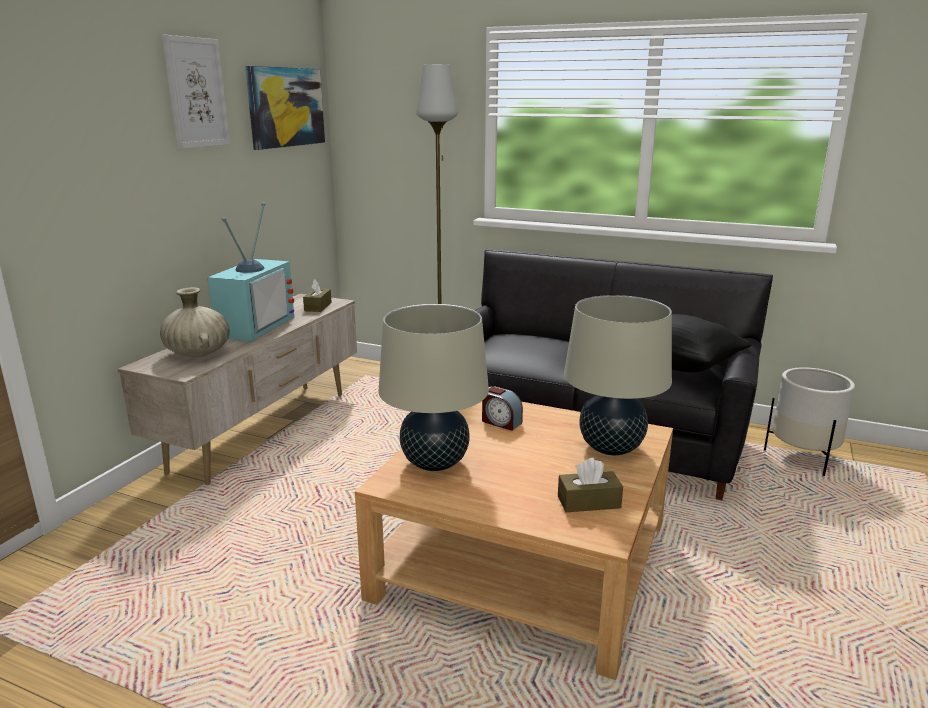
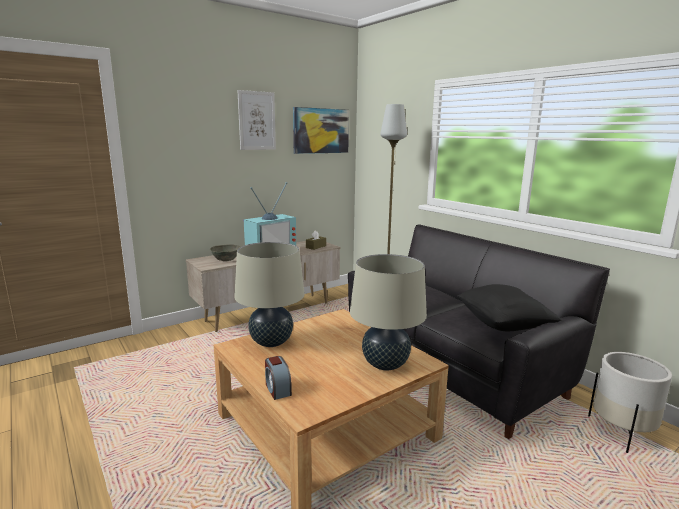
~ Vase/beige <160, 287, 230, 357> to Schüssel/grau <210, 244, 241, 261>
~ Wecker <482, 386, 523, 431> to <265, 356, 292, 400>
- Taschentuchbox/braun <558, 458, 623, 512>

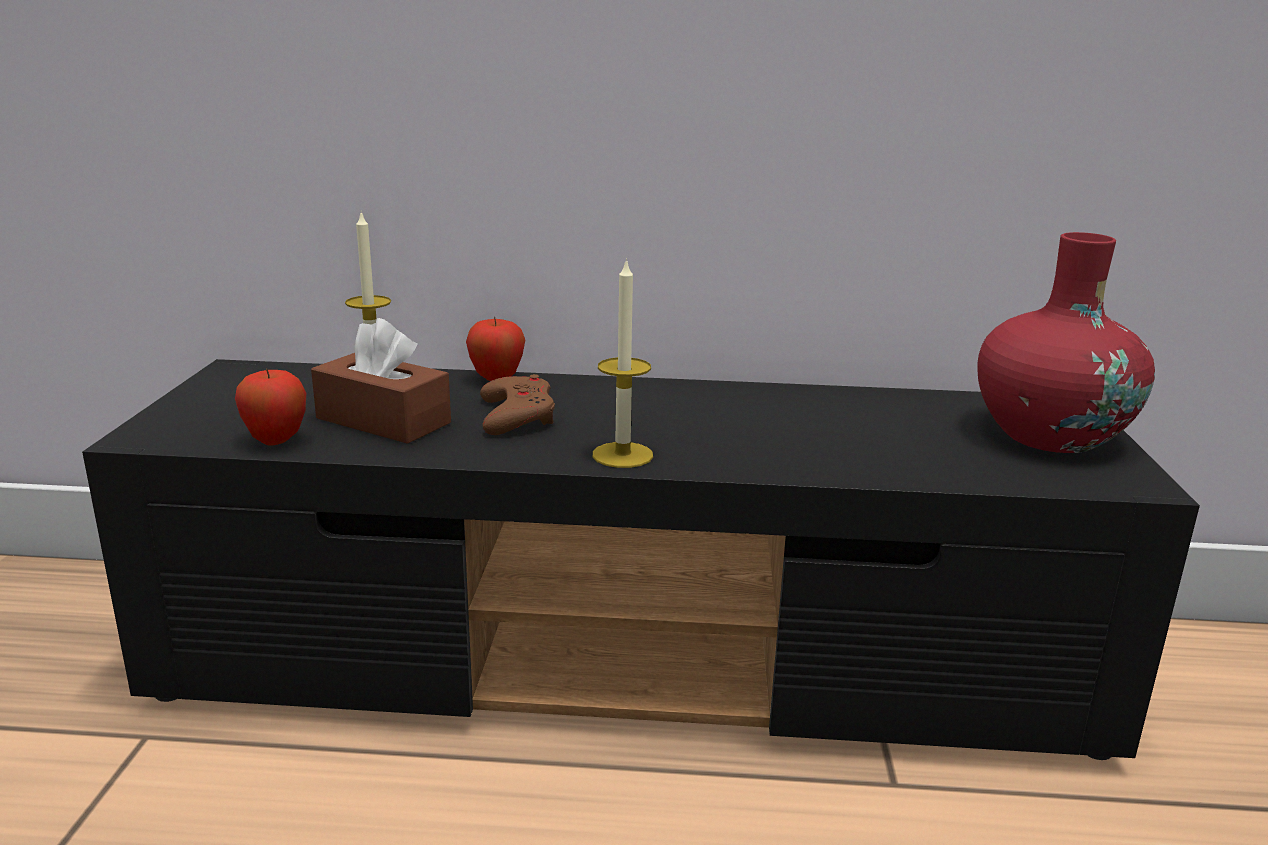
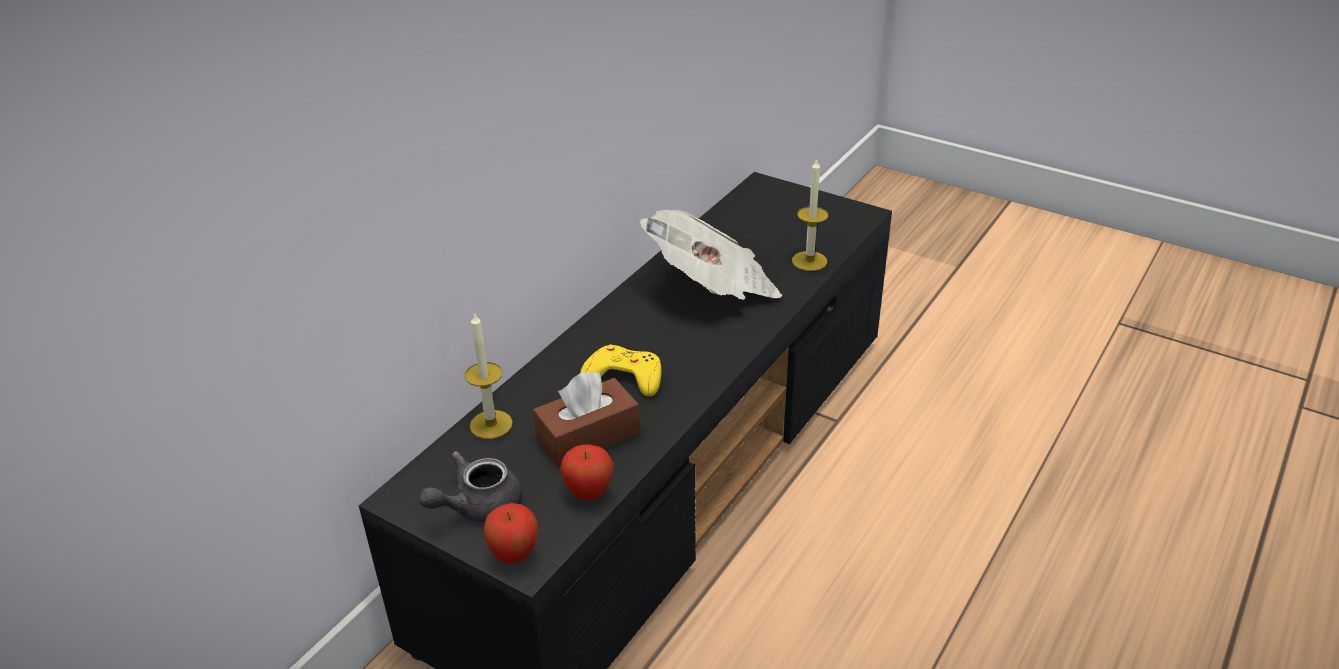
~ Apfel <466, 317, 525, 381> to <483, 503, 538, 564>
~ Gamepad/braun <480, 374, 555, 435> to Gamepad/gelb <580, 345, 661, 396>
~ Kerze <593, 258, 653, 468> to <792, 159, 828, 271>
- Vase/rot <977, 232, 1155, 453>
+ Teekanne/grau <420, 451, 522, 523>
+ Zeitung <640, 210, 782, 300>

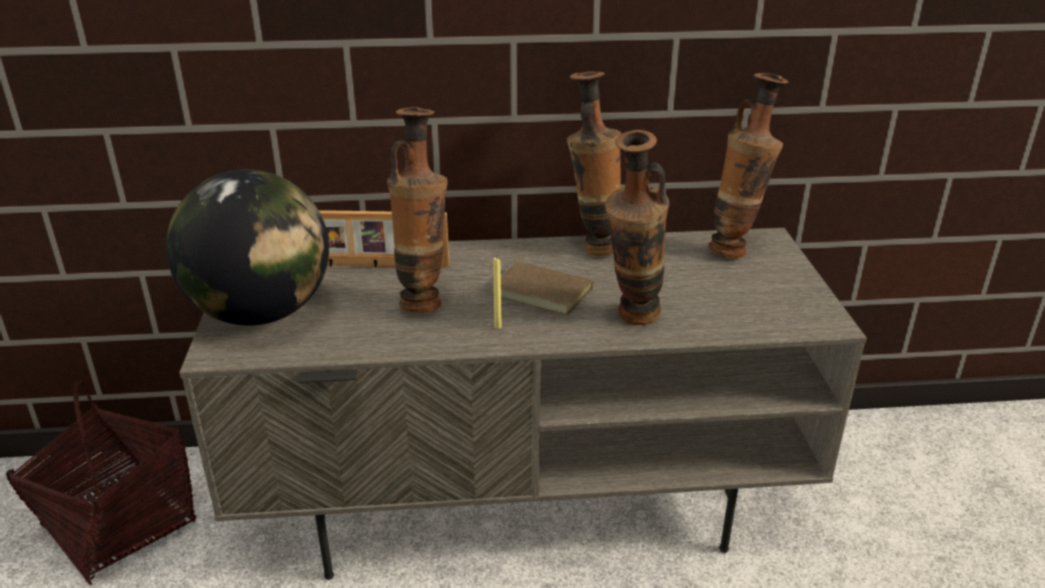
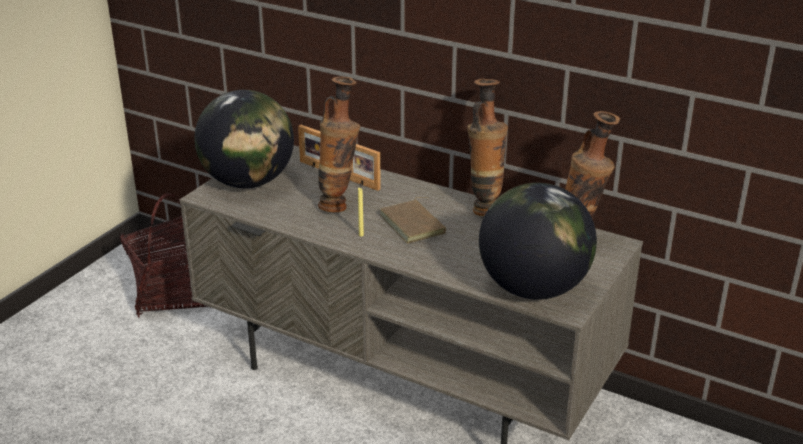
- Vase <605, 130, 669, 325>
+ Globus <479, 183, 597, 300>

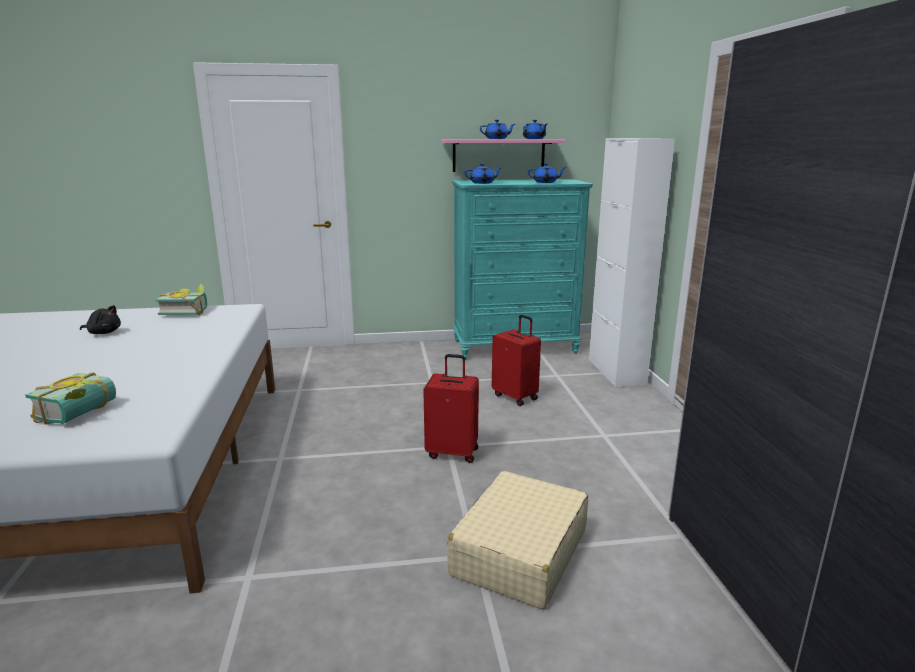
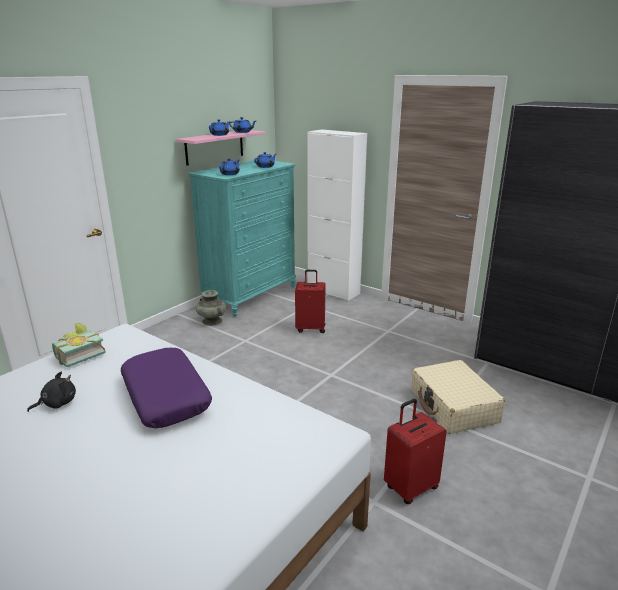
- Buch <25, 373, 116, 425>
~ Koffer/rot <423, 354, 479, 463> to <384, 399, 447, 504>
+ Kissen/lila <121, 348, 212, 428>
+ Vase/türkis <196, 290, 226, 326>

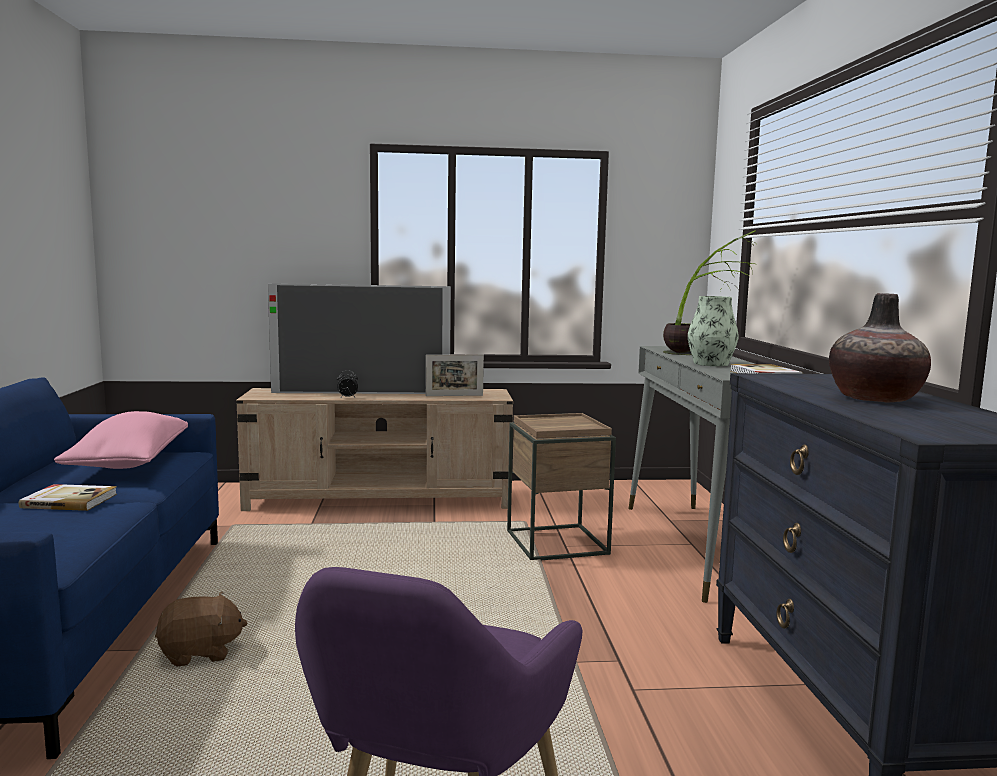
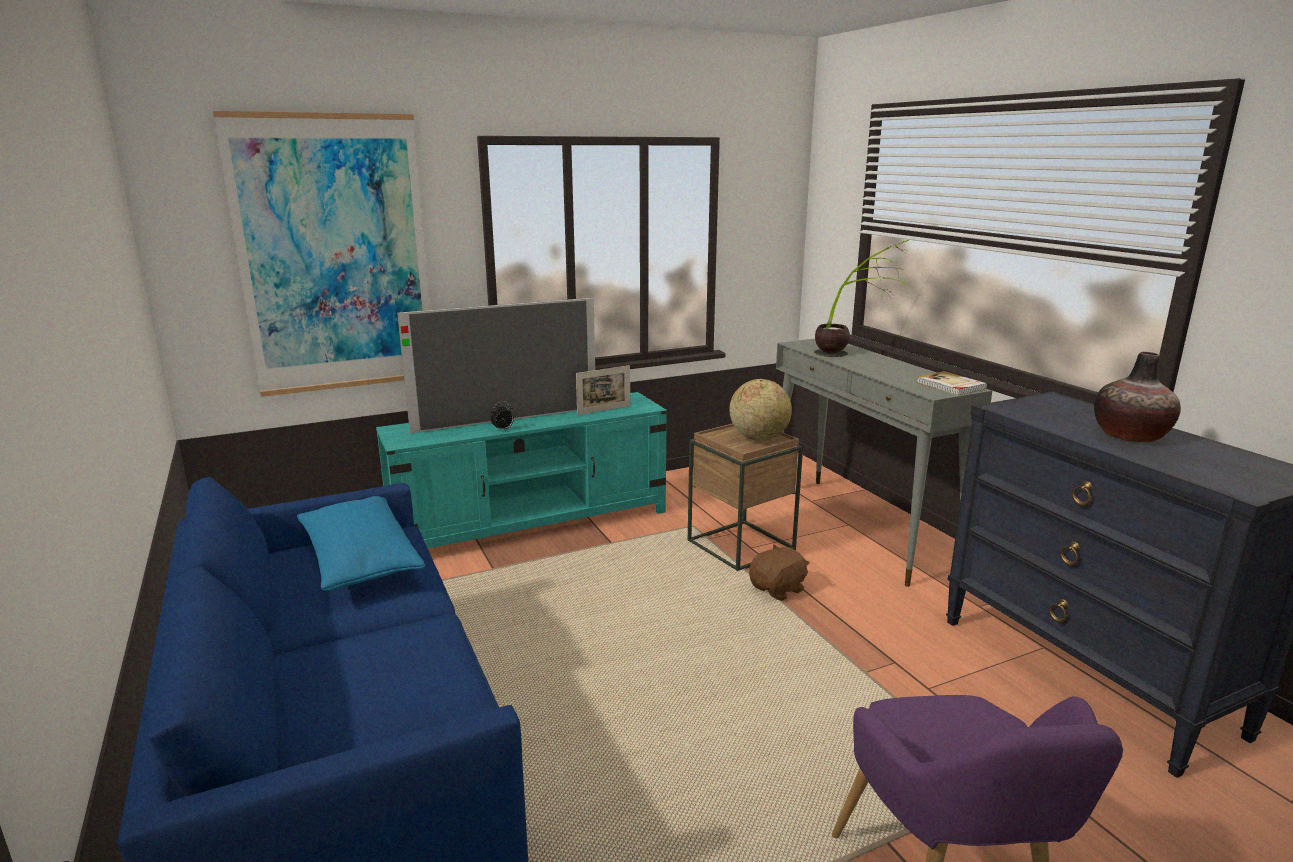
- Buch <19, 484, 117, 511>
~ Kissen/rosa <54, 411, 188, 469> to Kissen/blau <297, 496, 425, 591>
~ Plüschtier/braun <155, 592, 247, 666> to <749, 544, 810, 601>
~ Fernsehschrank/beige <236, 388, 513, 511> to Fernsehschrank/türkis <376, 392, 667, 548>
- Vase <688, 296, 739, 366>
+ Bild <213, 111, 430, 397>
+ Globus <729, 379, 792, 441>

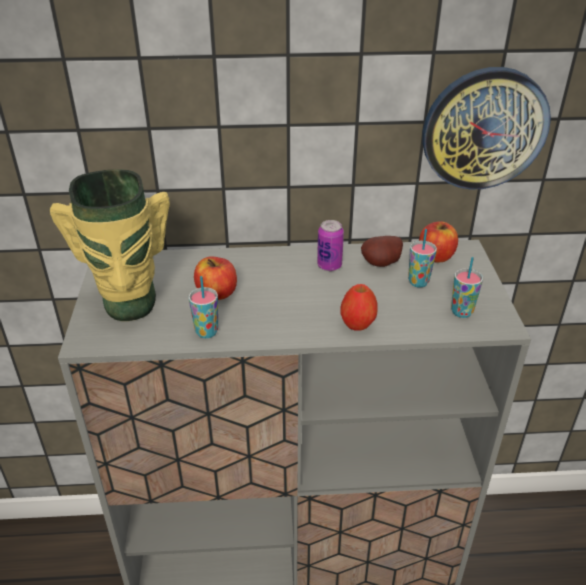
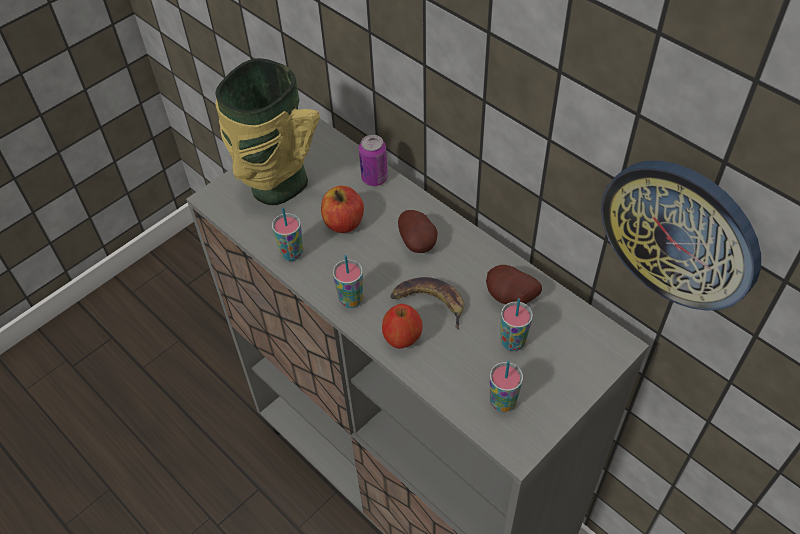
~ Dose <317, 220, 344, 271> to <359, 135, 388, 186>
- Apfel <419, 221, 458, 263>
+ Tasse <333, 255, 363, 308>
+ Banane <390, 277, 464, 330>
+ Kartoffel <398, 210, 437, 253>

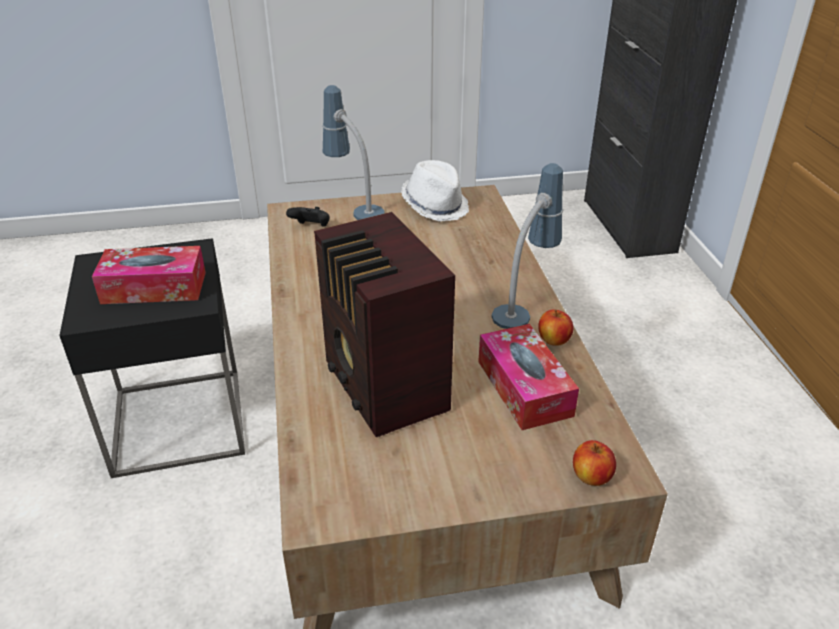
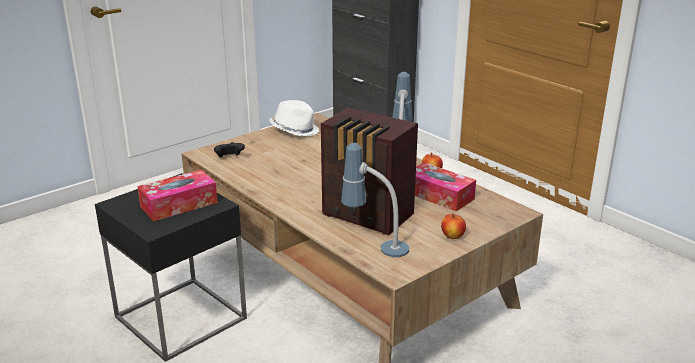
~ Tischlampe <322, 85, 384, 220> to <341, 143, 409, 257>
~ Apfel <573, 440, 616, 486> to <441, 213, 466, 239>

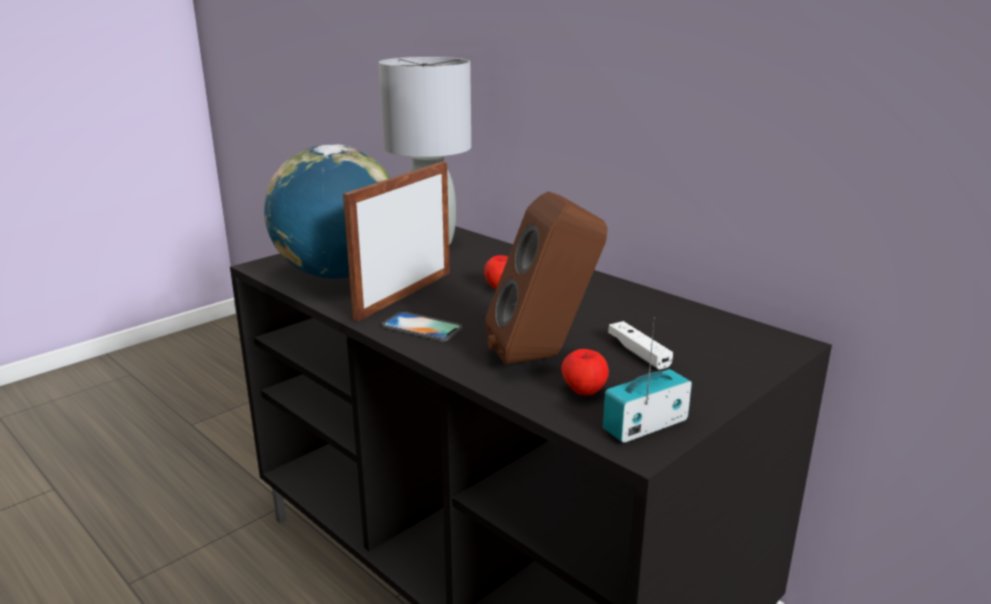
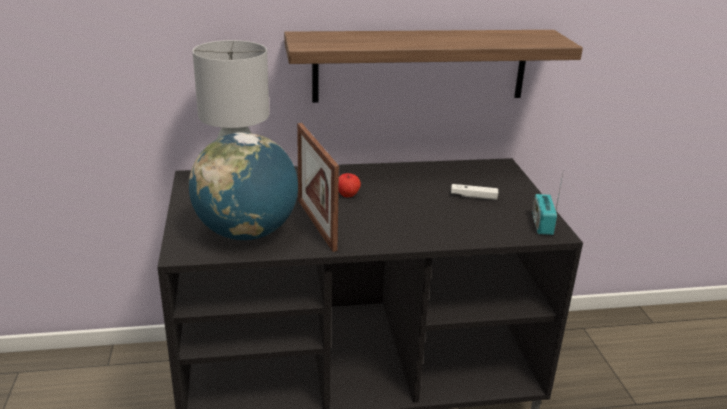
- Handy <382, 312, 462, 342>
- Lautsprecher/braun <485, 191, 607, 365>
- Apfel <561, 349, 609, 395>
+ Wandregal <284, 30, 583, 103>

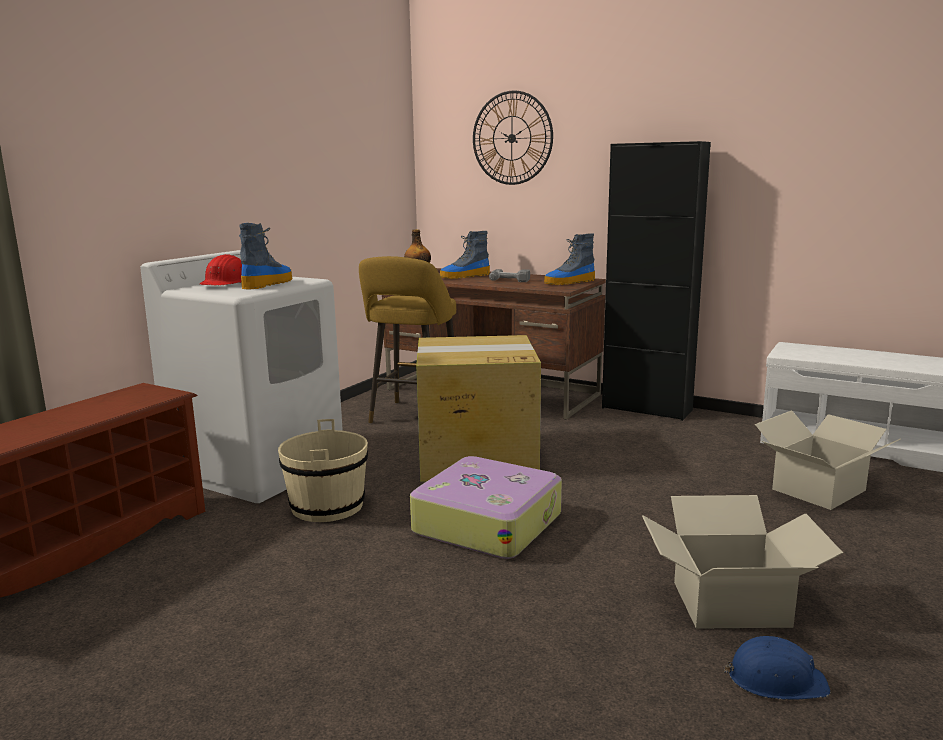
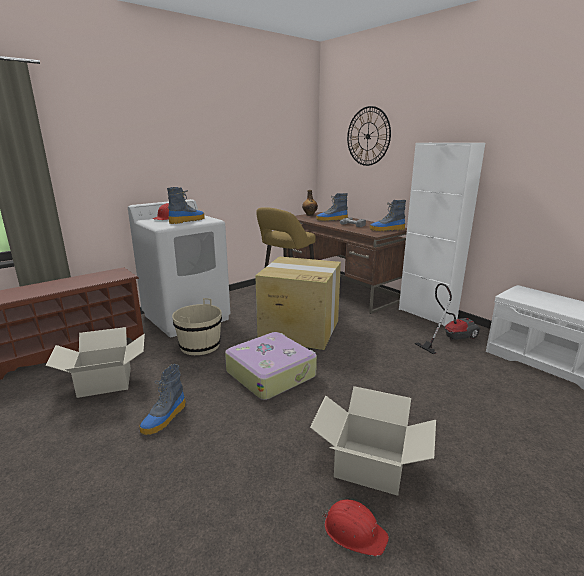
~ Schrank/schwarz <602, 141, 711, 421> to Schrank/weiß <399, 143, 485, 326>
~ Schutzhelm/blau <724, 636, 830, 700> to Schutzhelm/rot <322, 500, 389, 557>
~ Karton <755, 411, 901, 510> to <46, 327, 145, 398>
+ Stiefel <139, 364, 186, 435>
+ Staubsauger <415, 283, 481, 354>

